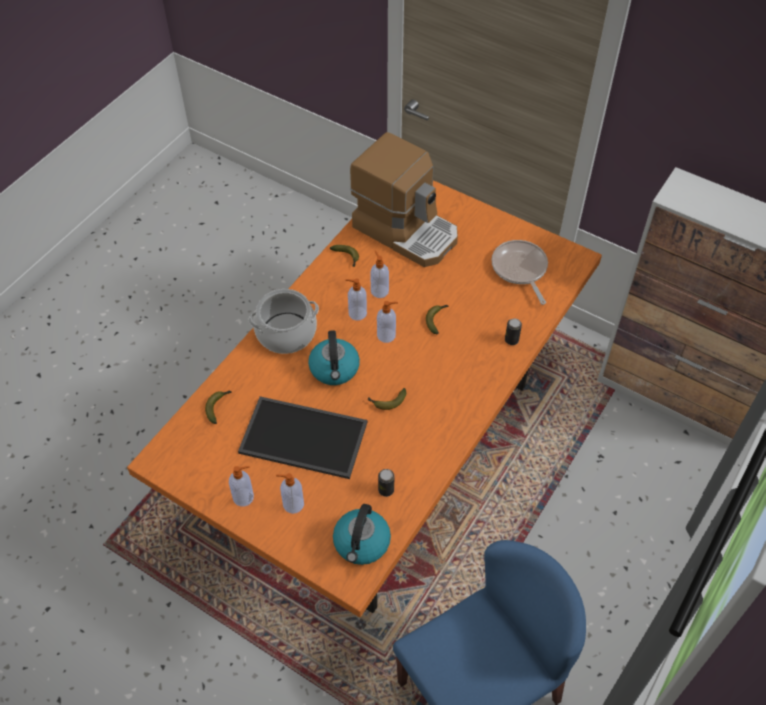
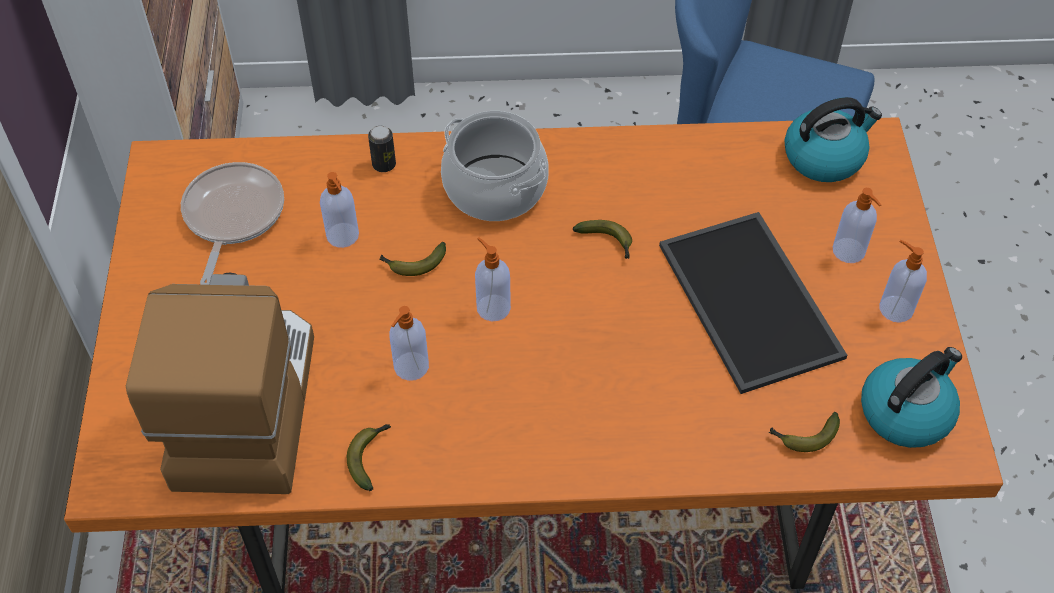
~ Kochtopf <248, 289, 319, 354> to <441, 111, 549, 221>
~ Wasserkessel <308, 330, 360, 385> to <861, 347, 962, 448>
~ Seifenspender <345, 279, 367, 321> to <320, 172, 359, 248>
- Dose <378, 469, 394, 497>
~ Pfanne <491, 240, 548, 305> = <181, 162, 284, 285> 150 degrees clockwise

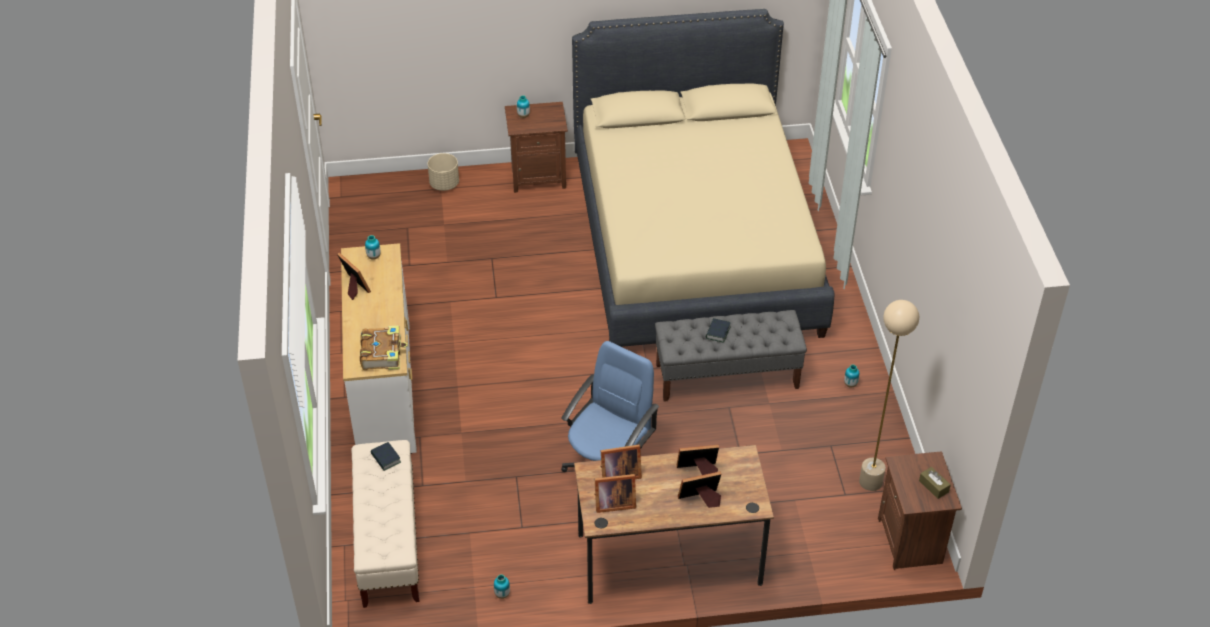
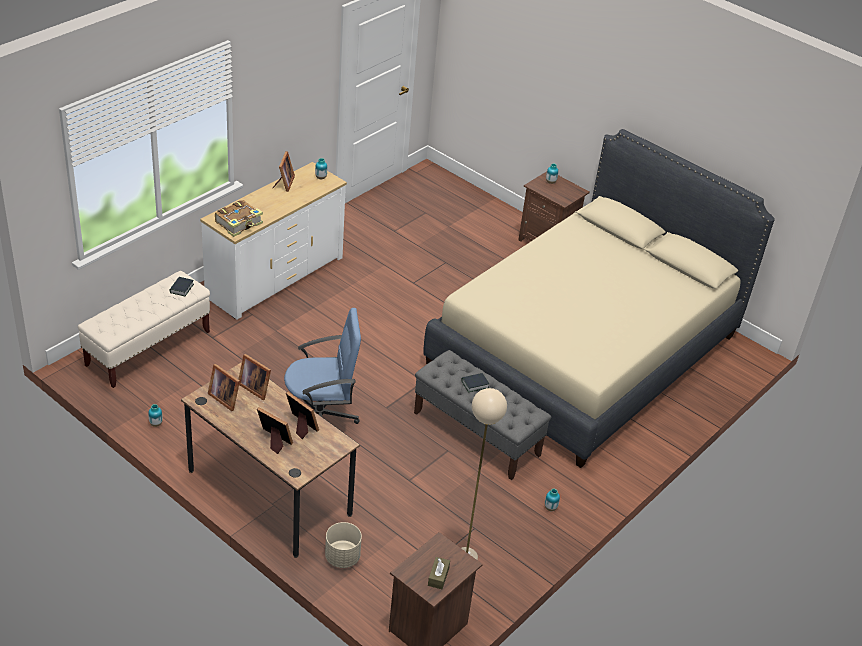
~ Pflanzkübel/beige <428, 153, 459, 191> to <325, 522, 362, 568>

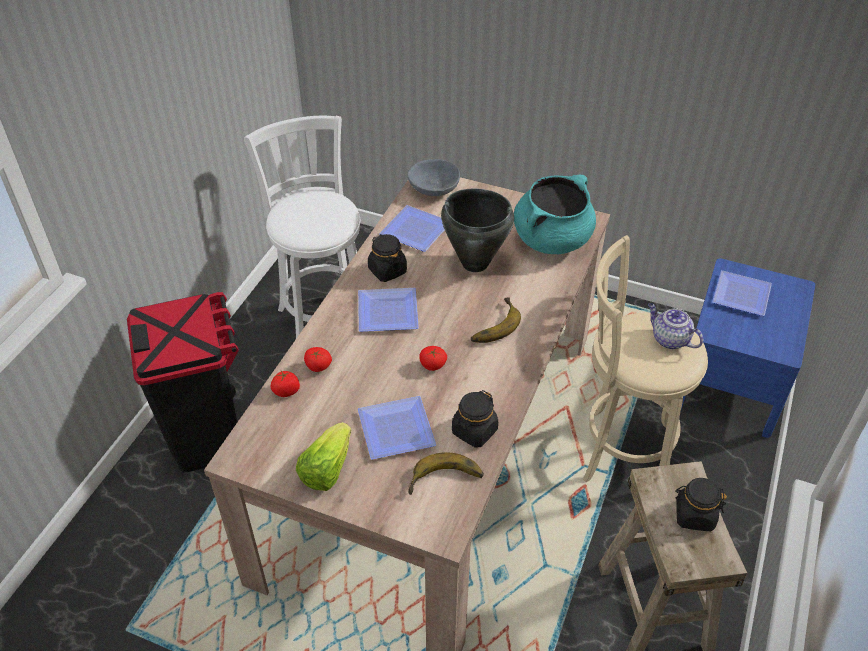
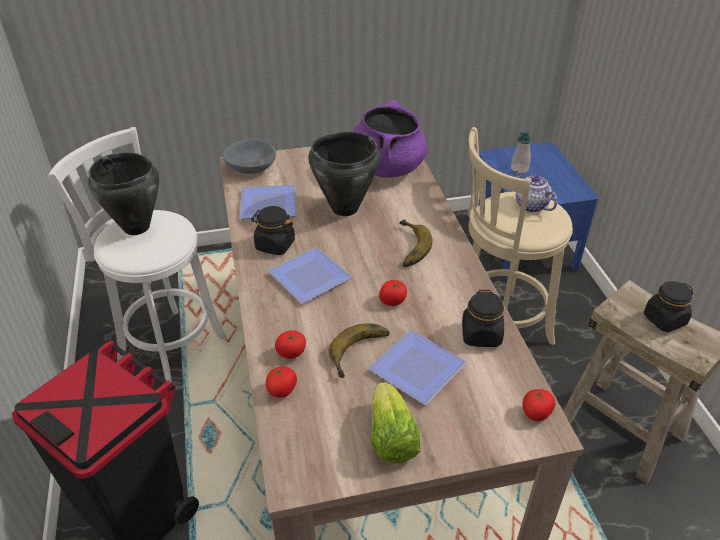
~ Banane <408, 452, 484, 495> to <329, 323, 390, 378>
~ Kochtopf/türkis <514, 175, 596, 254> to Kochtopf/lila <353, 100, 427, 178>
~ Teekanne <648, 303, 703, 350> = <514, 171, 558, 212> 45 degrees clockwise
~ Teller <712, 270, 772, 316> to Seifenspender <511, 131, 532, 173>
+ Kochtopf/schwarz <88, 152, 159, 235>
+ Tomate <522, 389, 555, 421>

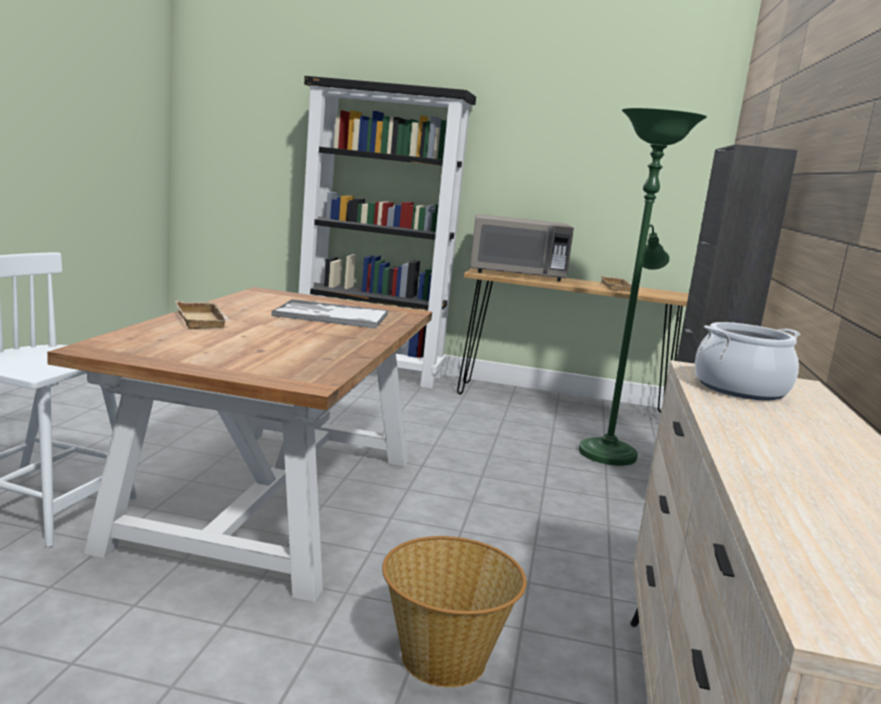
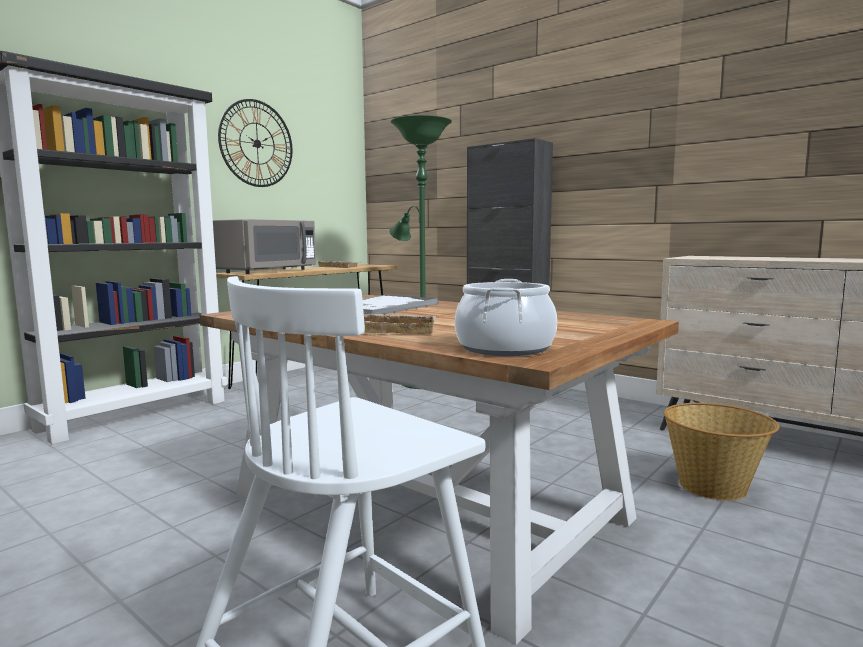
~ Kochtopf <695, 322, 800, 401> to <455, 279, 557, 356>
+ Wanduhr <218, 99, 292, 187>

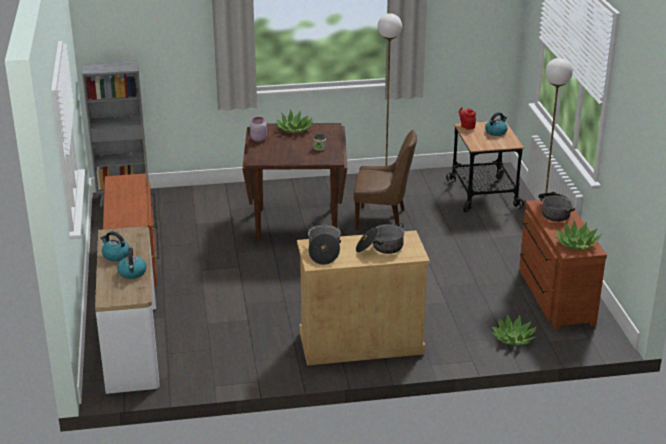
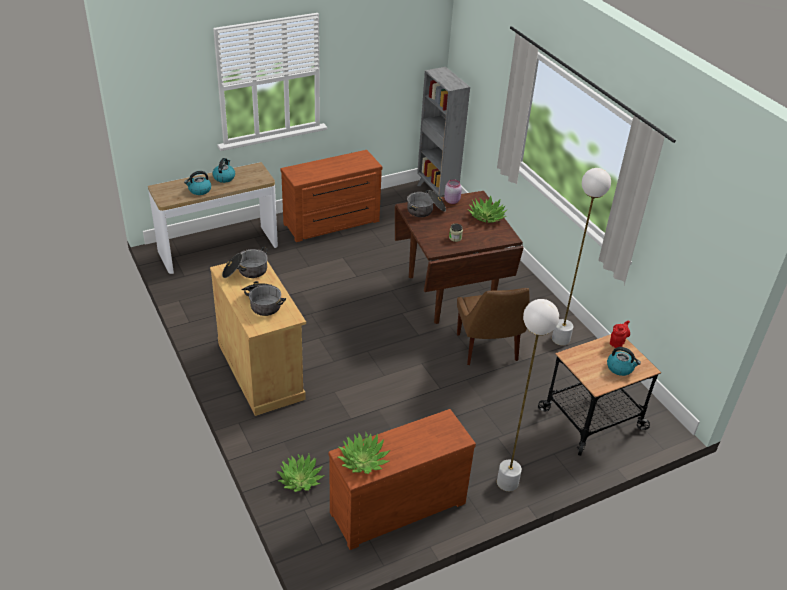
~ Kochtopf <538, 192, 575, 222> to <407, 190, 446, 217>

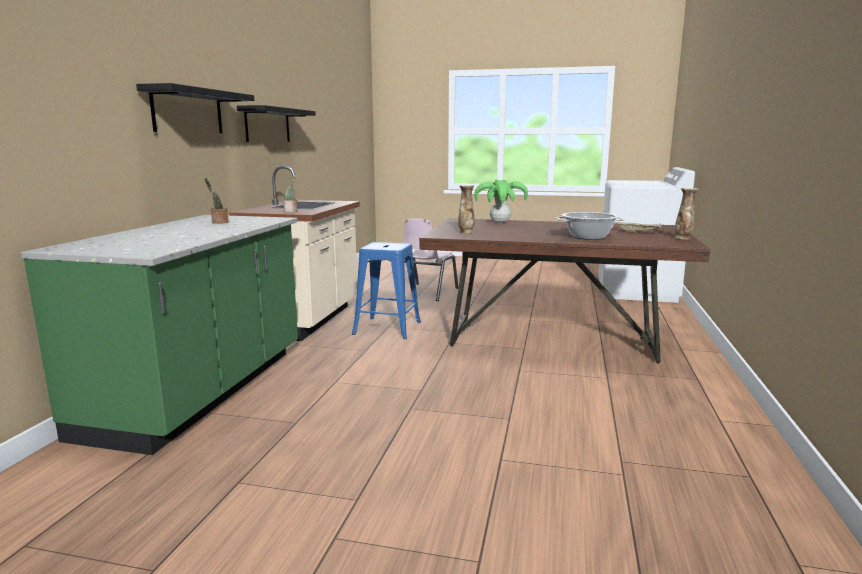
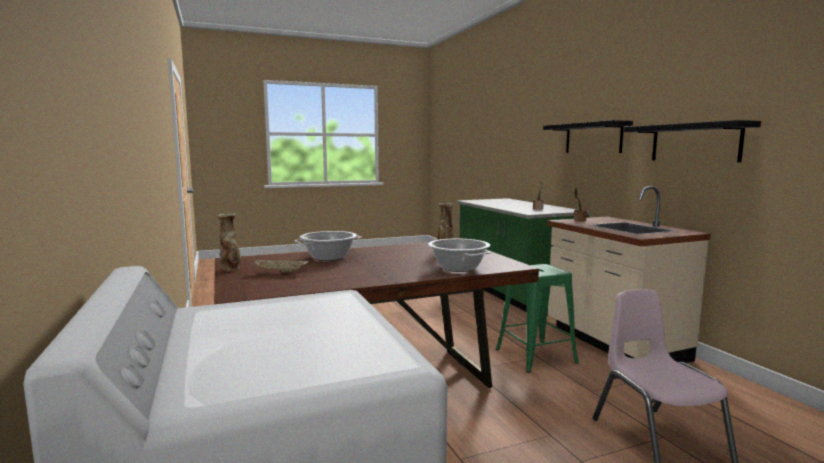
~ Hocker/blau <352, 242, 421, 339> to Hocker/grün <496, 264, 579, 373>
~ Topfpflanze <474, 180, 528, 223> to Kochtopf <428, 239, 491, 272>

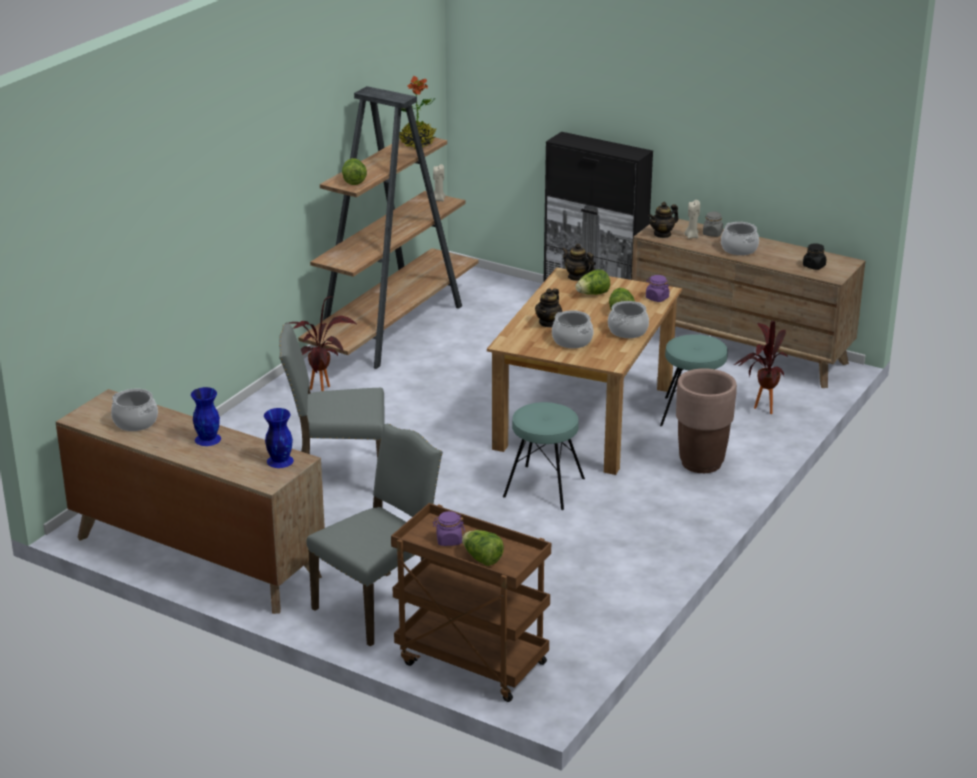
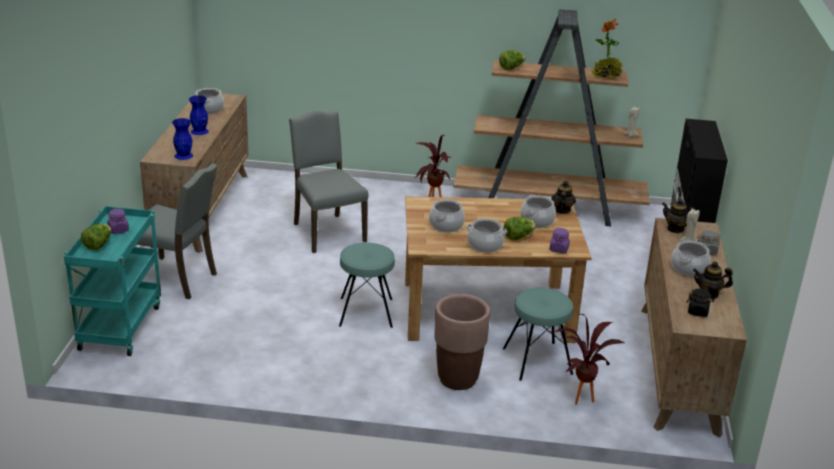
~ Rollwagen/braun <391, 503, 551, 702> to Rollwagen/türkis <64, 206, 161, 356>
~ Teekanne <535, 288, 562, 327> to <693, 262, 733, 299>
~ Salatkopf <575, 269, 610, 295> to Kochtopf <520, 195, 556, 228>

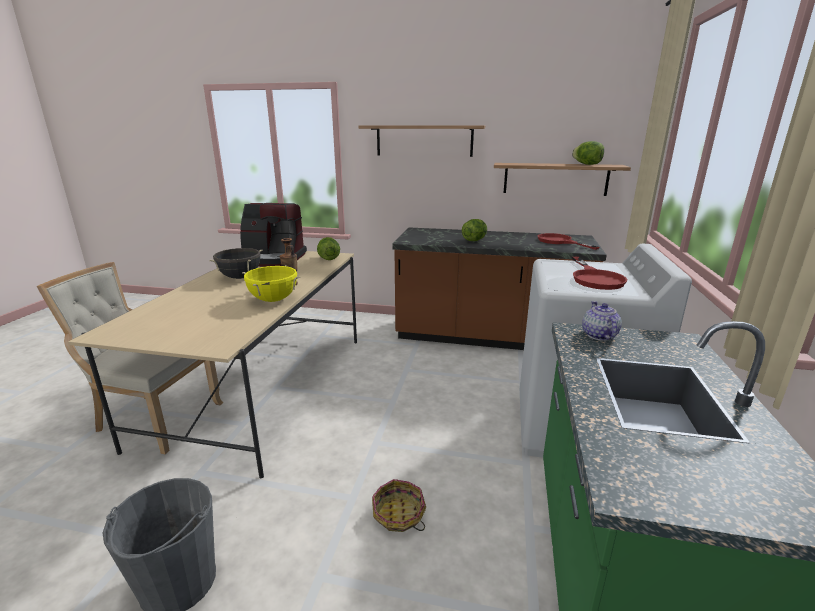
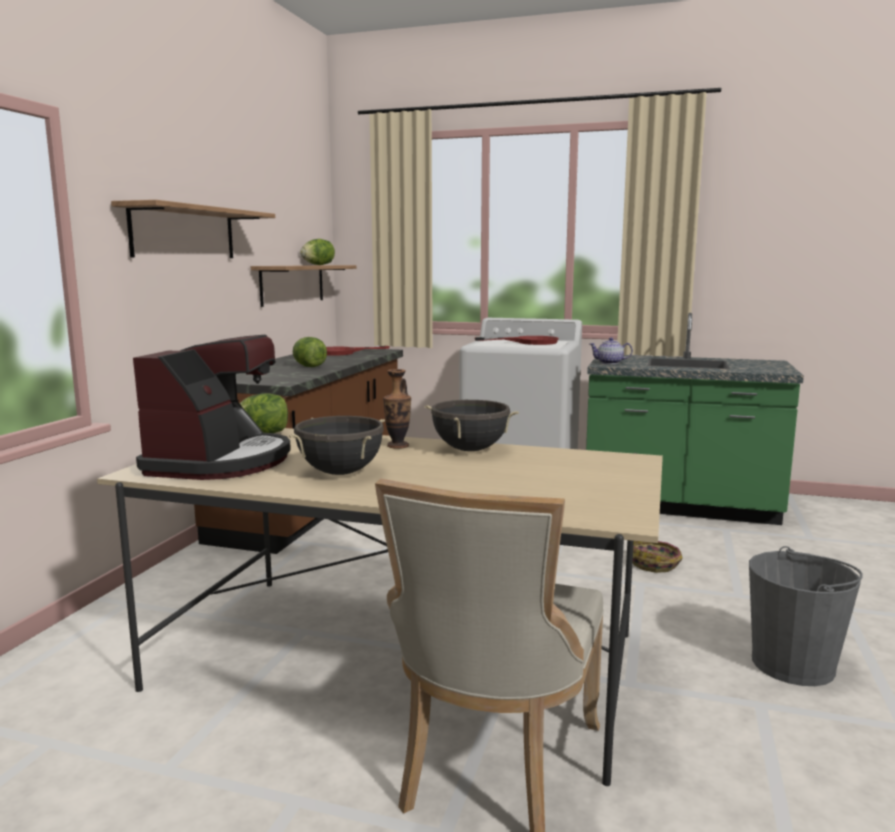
~ Kochtopf/gelb <242, 265, 300, 302> to Kochtopf/schwarz <424, 400, 519, 451>

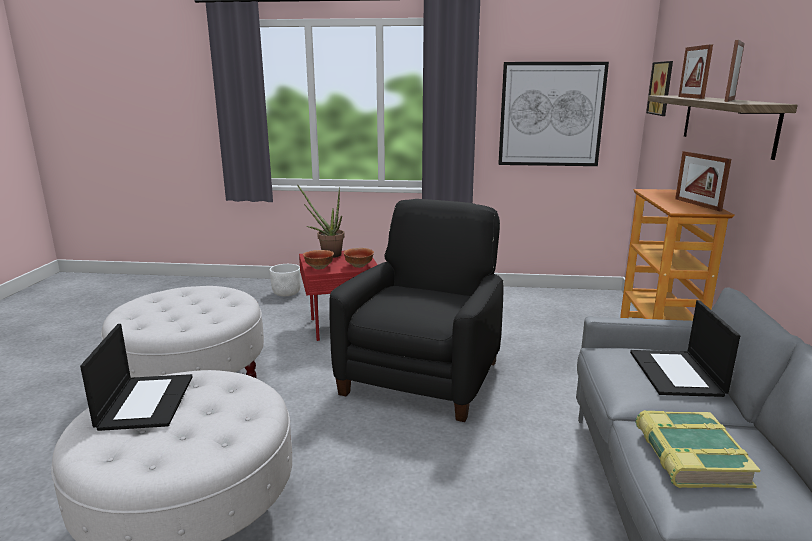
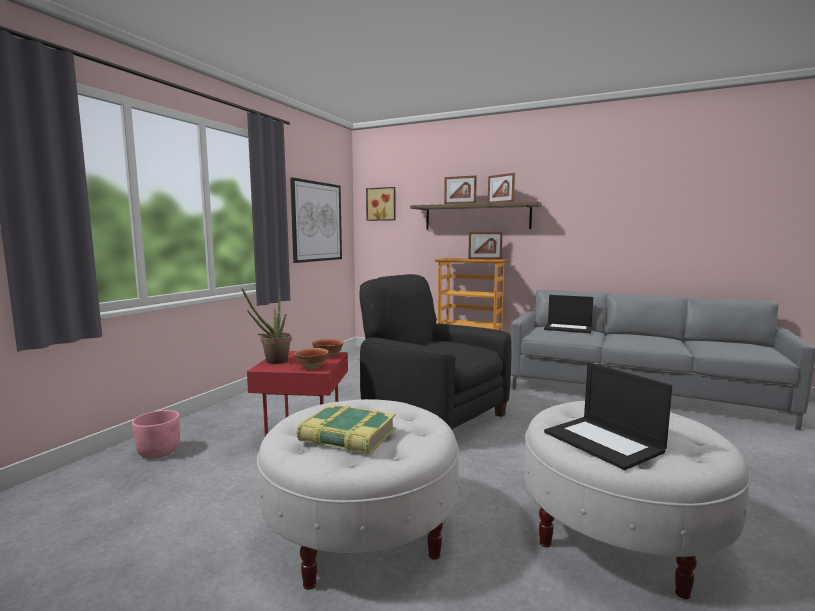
~ Laptop <80, 324, 193, 431> = <544, 362, 672, 470> 135 degrees counterclockwise
~ Pflanzkübel/weiß <269, 264, 301, 296> to Pflanzkübel/rosa <132, 410, 180, 458>
~ Buch <635, 410, 761, 488> to <297, 404, 396, 454>

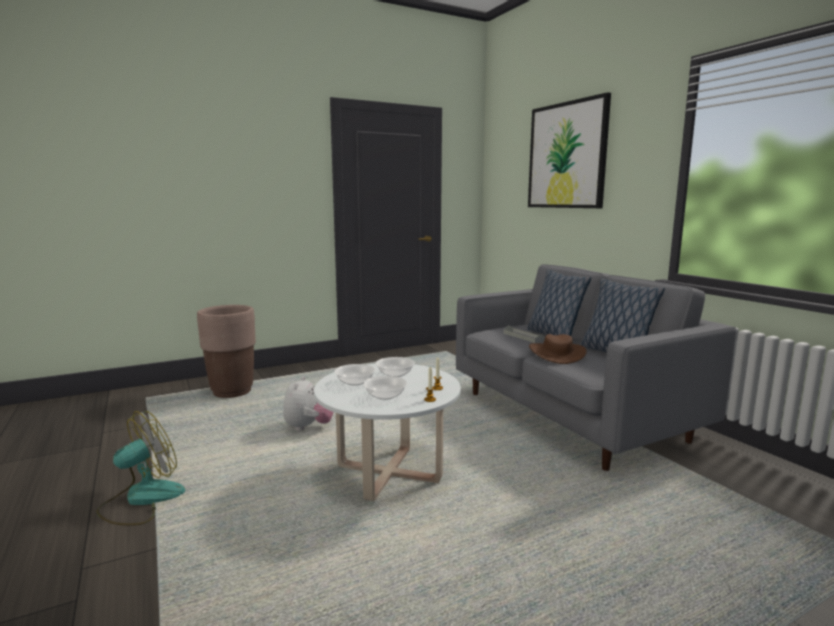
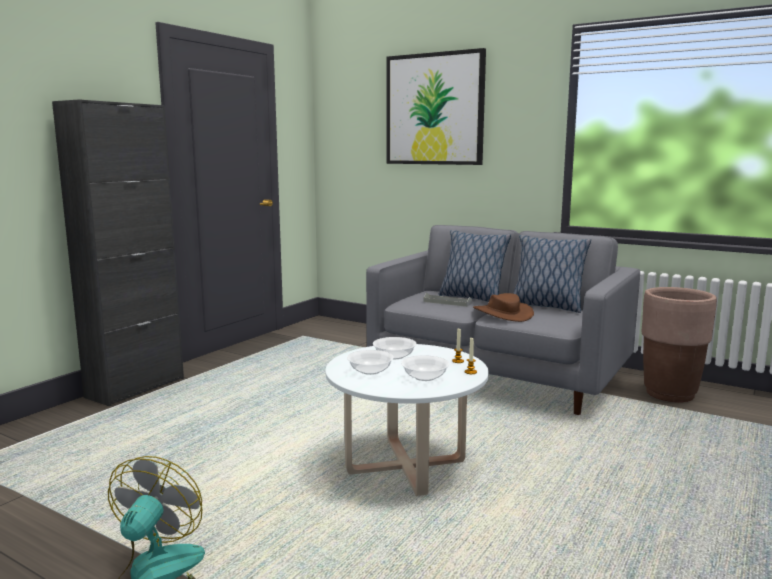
~ Pflanzkübel/braun <197, 305, 256, 398> to <642, 287, 717, 402>
- Plüschtier <283, 376, 334, 431>
+ Schrank/schwarz <52, 99, 184, 406>

